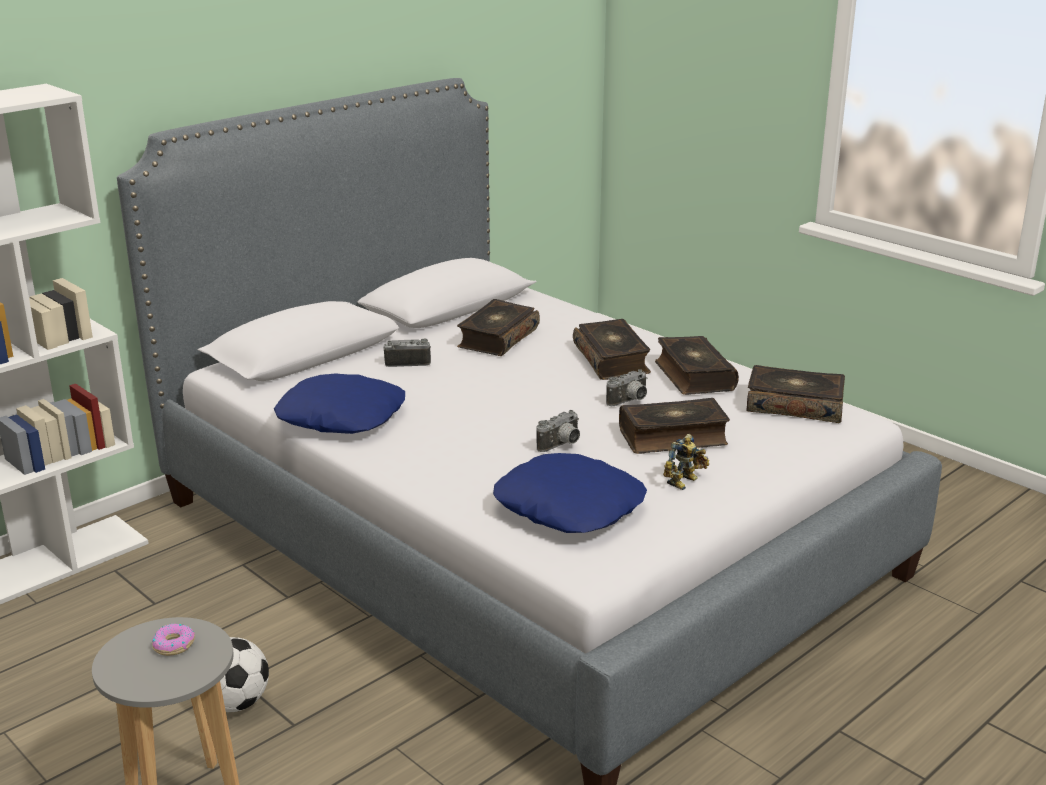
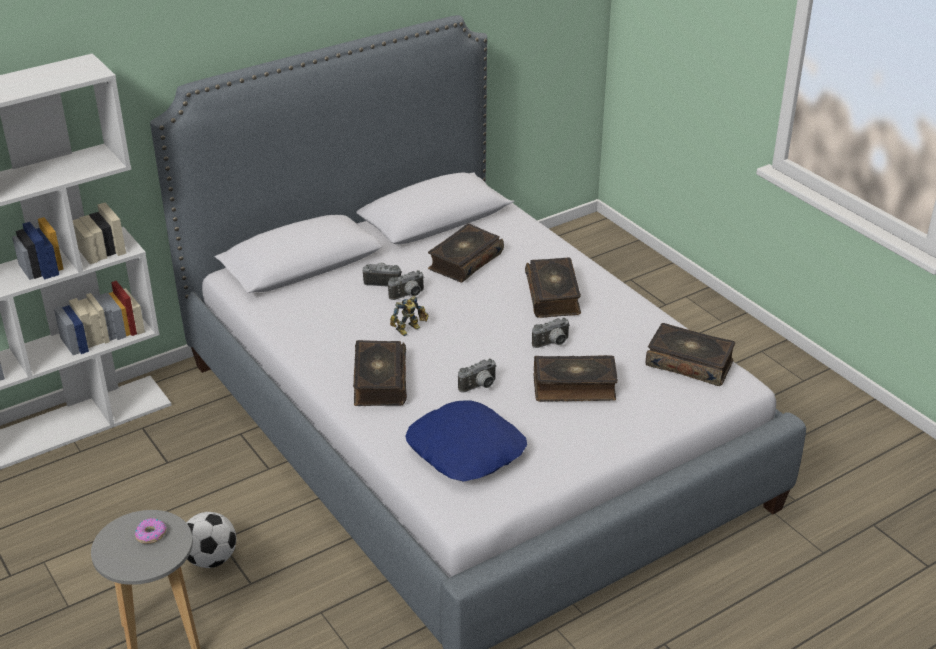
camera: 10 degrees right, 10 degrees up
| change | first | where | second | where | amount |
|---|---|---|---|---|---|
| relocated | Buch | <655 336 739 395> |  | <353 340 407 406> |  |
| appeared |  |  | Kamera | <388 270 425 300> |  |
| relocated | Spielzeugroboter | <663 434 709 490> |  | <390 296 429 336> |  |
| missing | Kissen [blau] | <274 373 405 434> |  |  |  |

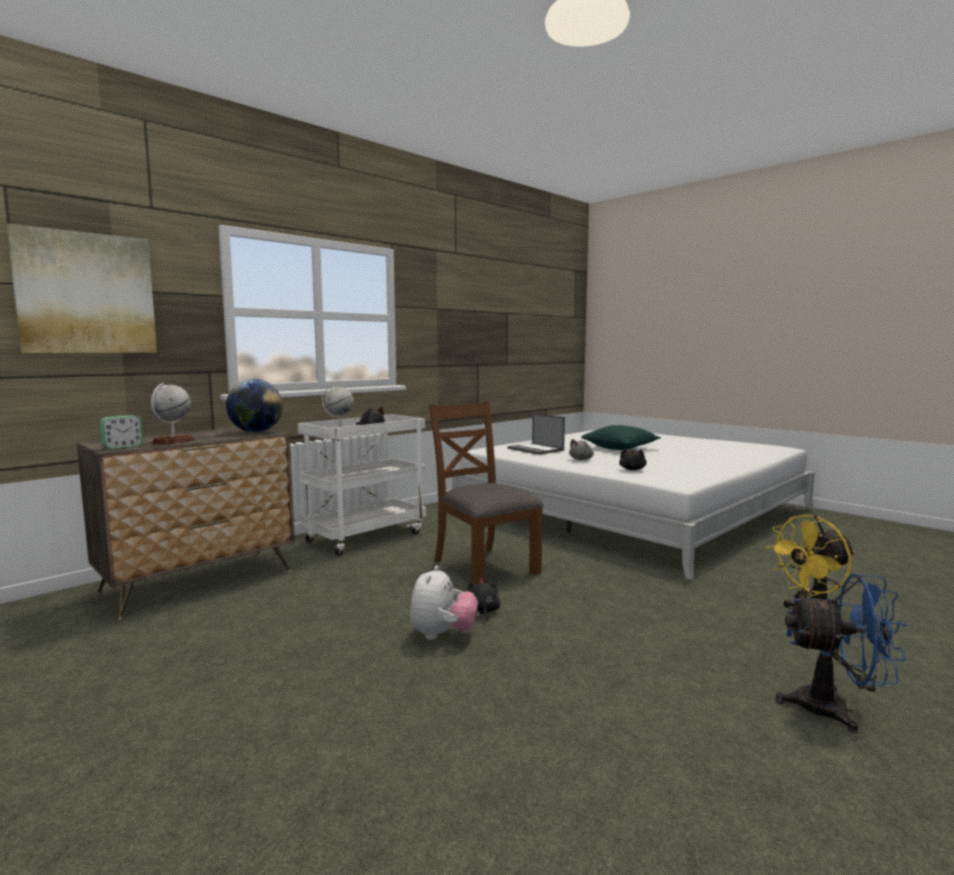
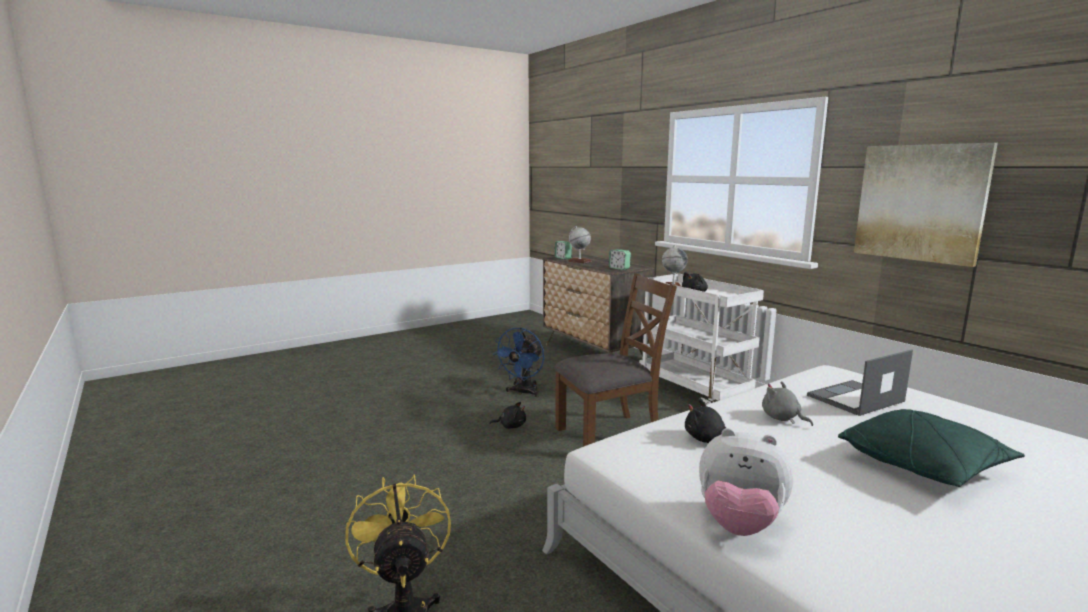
camera: 100 degrees right, 5 degrees up
| change | first | where | second | where | amount |
|---|---|---|---|---|---|
| relocated | Ventilator [blau] | <775 574 906 733> |  | <492 327 544 397> |  |
| exchanged | Globus | <226 379 283 432> | Wecker | <609 249 631 270> |  |
| relocated | Plüschtier | <410 565 478 640> |  | <699 428 793 536> |  |
| relocated | Bild | <6 223 157 353> |  | <854 143 998 267> |  |

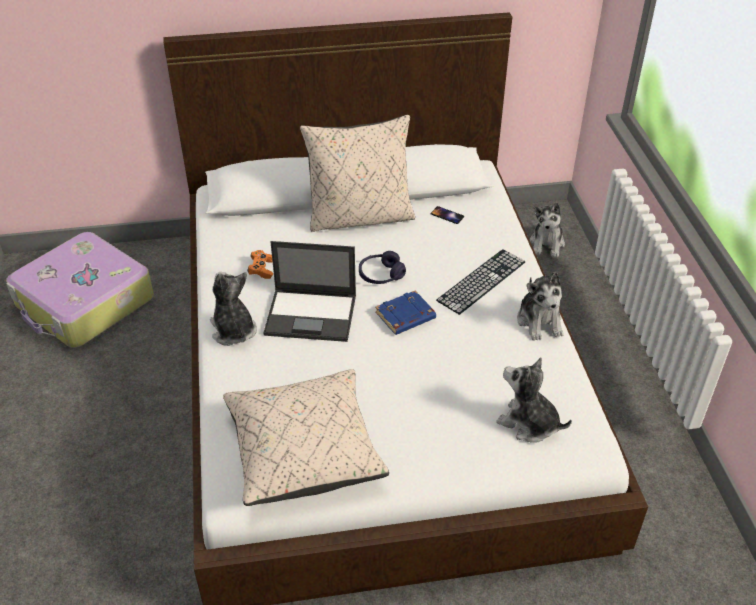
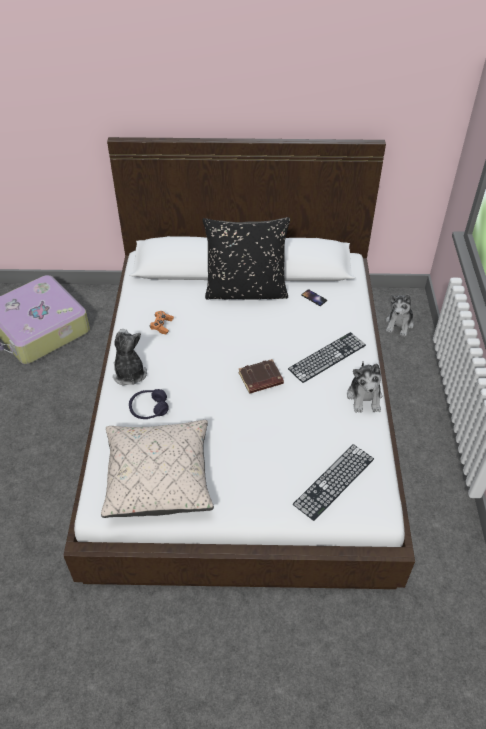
camera: 10 degrees right, 5 degrees up
| change | first | where | second | where | amount |
|---|---|---|---|---|---|
| relocated | Kopfhörer [lila] | <359 251 406 284> |  | <129 389 168 419> |  |
| colour | Kissen [beige] | <300 115 415 232> | Kissen [schwarz] | <203 217 290 300> |  |
| colour | Buch [blau] | <375 291 436 335> | Buch [braun] | <238 359 284 394> |  |
| exchanged | Plüschtier | <496 357 572 443> | Tastatur | <292 444 374 521> |  |
| missing | Laptop | <263 241 356 342> |  |  |  |

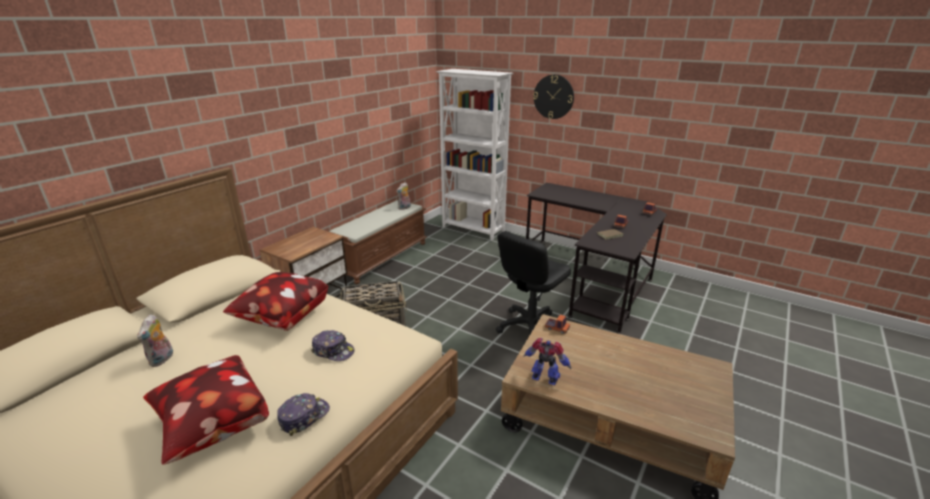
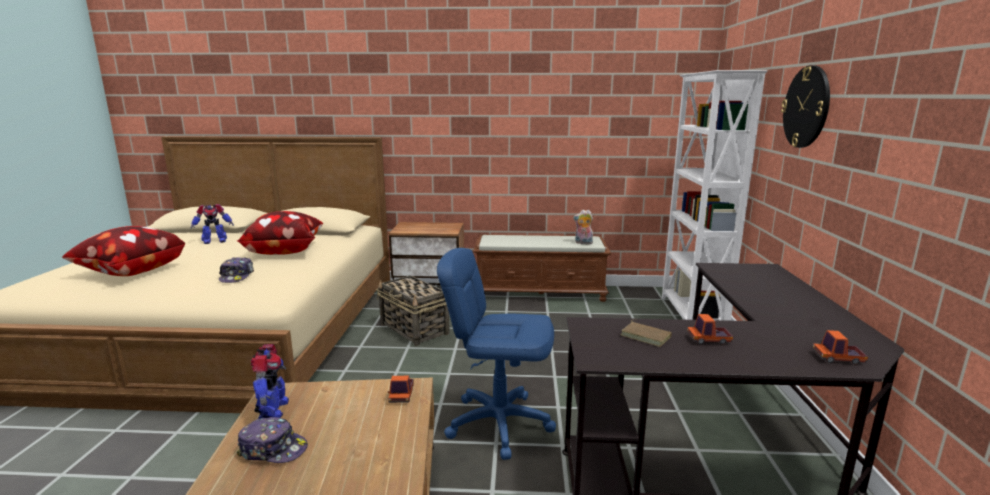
camera: 60 degrees right, 10 degrees down
| change | first | where | second | where | amount |
|---|---|---|---|---|---|
| exchanged | Plüschtier | <137 315 173 367> | Spielzeugroboter | <191 204 234 244> |  |
| relocated | Kappe | <277 393 330 436> |  | <236 417 308 463> |  |
| colour | Bürostuhl [schwarz] | <496 231 571 336> | Bürostuhl [blau] | <437 248 556 460> |  |

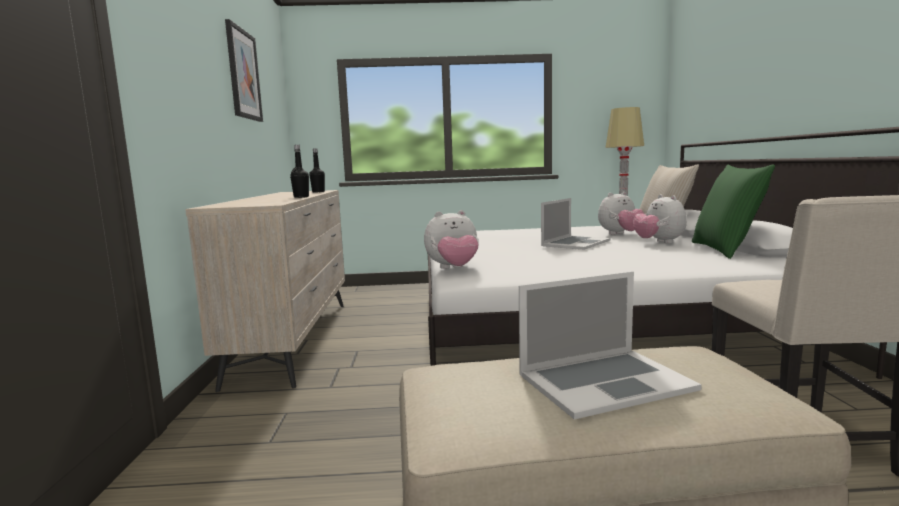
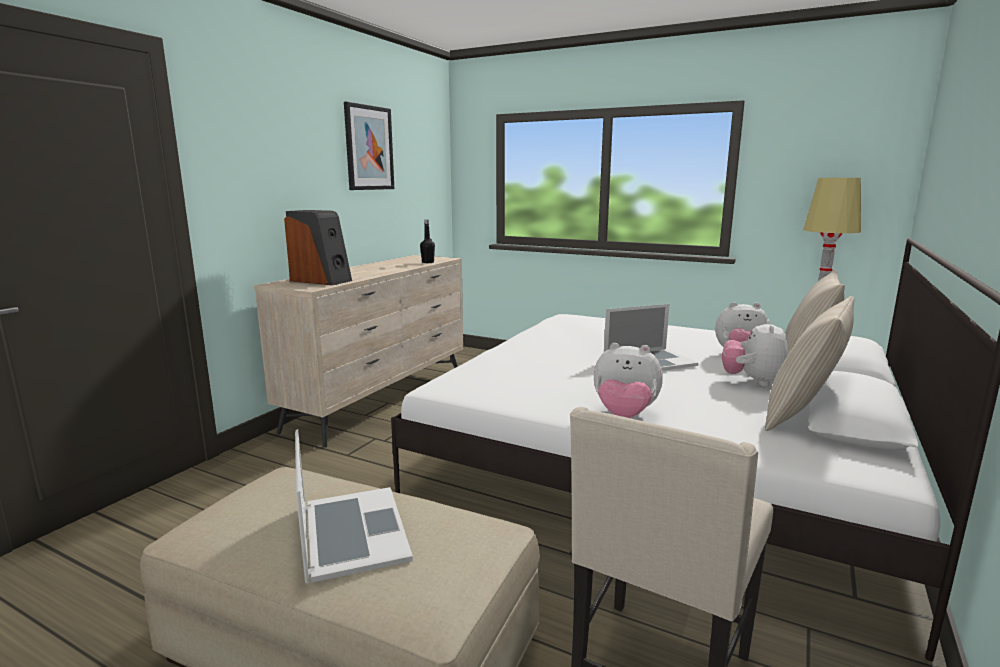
camera: 30 degrees right, 5 degrees up
| change | first | where | second | where | amount |
|---|---|---|---|---|---|
| appeared |  |  | Lautsprecher | <284 210 352 285> |  |
| spun | Laptop | <519 271 702 420> |  | <295 429 413 583> | 120 degrees counterclockwise |
| relocated | Plüschtier | <424 210 479 269> |  | <594 343 663 418> |  |
| colour | Kissen [grün] | <692 165 775 259> | Kissen [beige] | <765 296 854 431> |  |
| missing | Flasche [schwarz] | <290 145 309 198> |  |  |  |

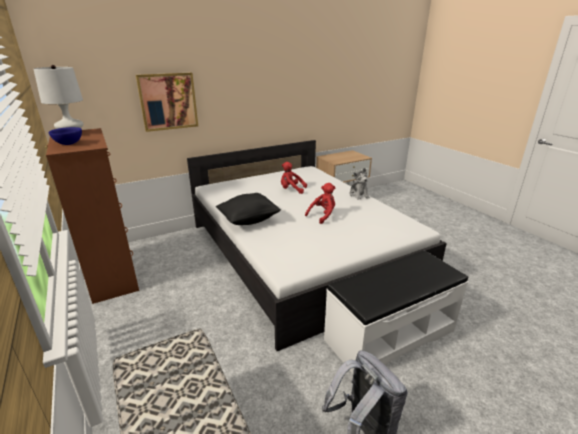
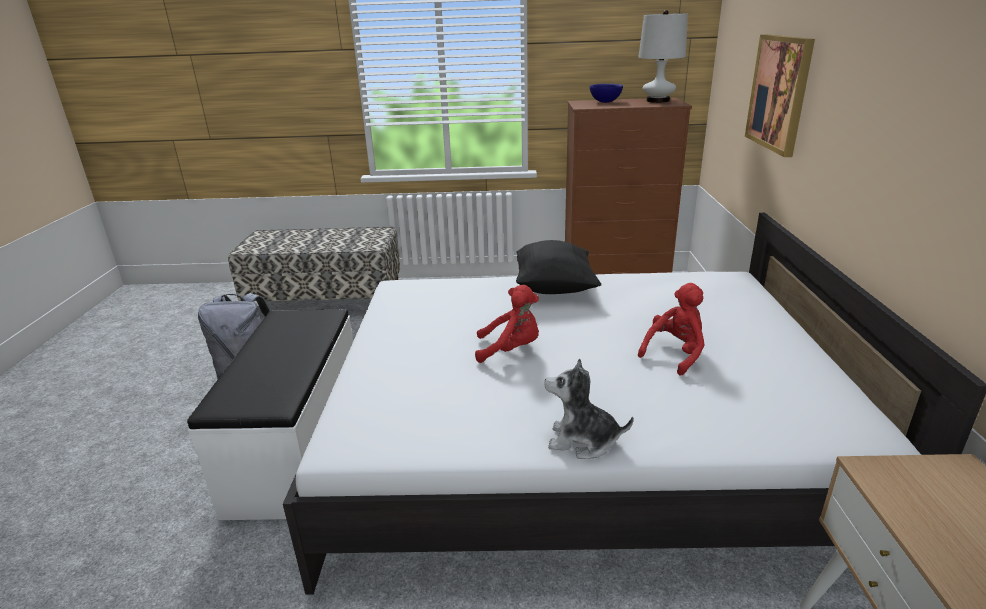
camera: 120 degrees right, 0 degrees up
| change | first | where | second | where | amount |
|---|---|---|---|---|---|
| spun | Plüschtier [rot] | <305 183 335 224> |  | <475 285 539 363> | 75 degrees counterclockwise |

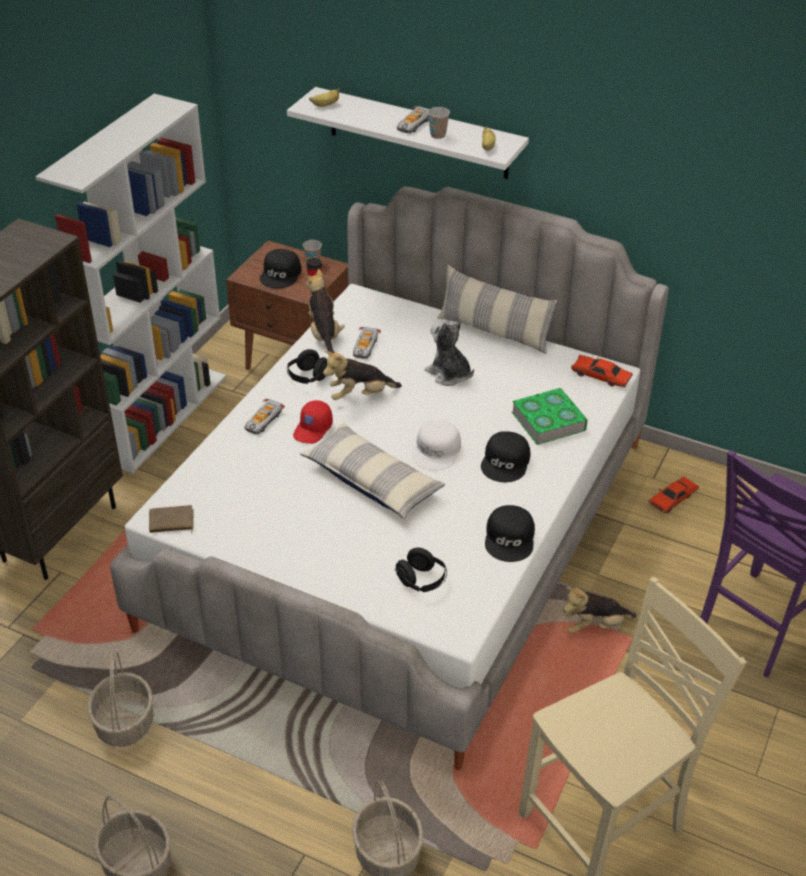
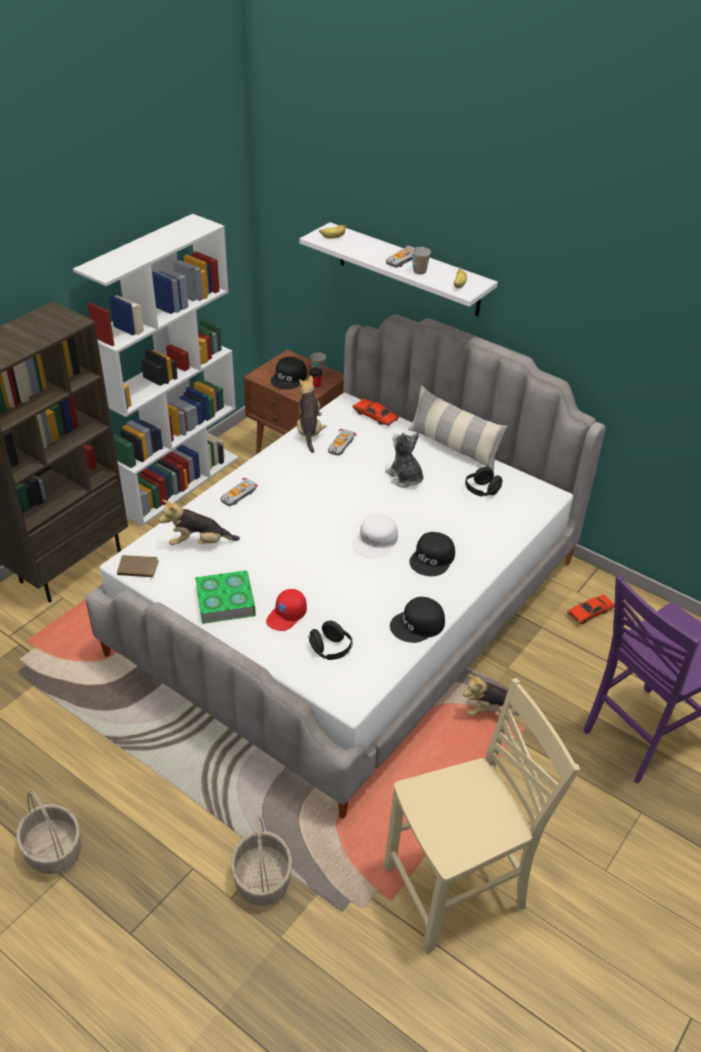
camera: 10 degrees right, 0 degrees up
| change | first | where | second | where | amount |
|---|---|---|---|---|---|
| relocated | Plüschtier | <323 351 402 400> |  | <159 500 240 545> |  |
| relocated | Buch | <512 388 588 445> |  | <195 570 256 624> |  |
| relocated | Kappe [rot] | <293 400 333 444> |  | <266 589 307 631> |  |
| relocated | Spielzeugauto [rot] | <571 355 633 387> |  | <352 399 399 427> |  |
| spun | Kappe [schwarz] | <485 505 535 562> |  | <390 597 445 643> | 45 degrees clockwise |
| relocated | Kopfhörer [schwarz] | <287 349 327 384> |  | <465 467 502 497> |  |
| missing | Korb | <87 651 154 747> |  |  |  |
| missing | Kissen | <299 423 446 519> |  |  |  |

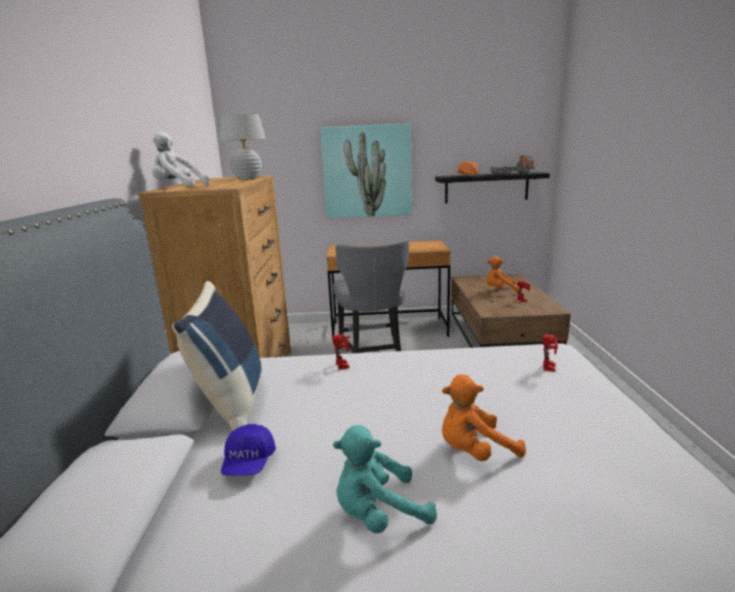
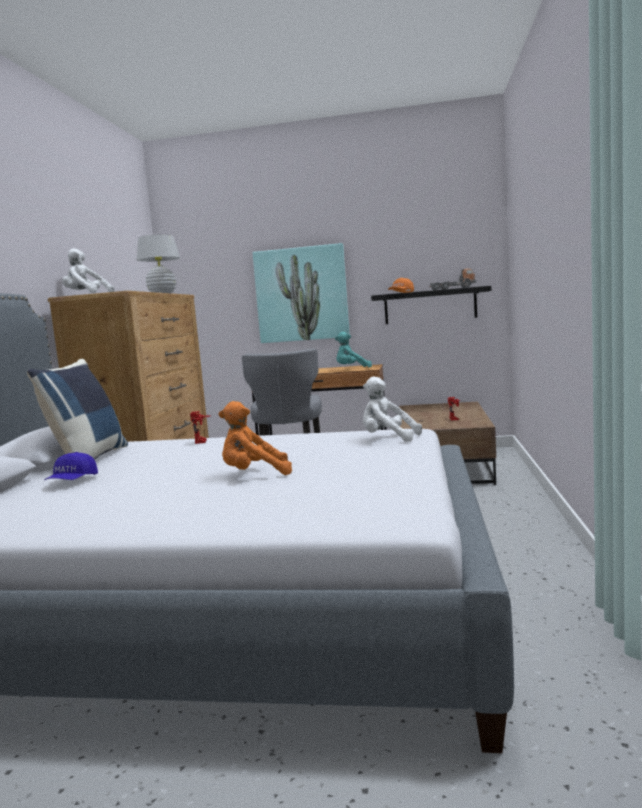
camera: 10 degrees right, 10 degrees down
| change | first | where | second | where | amount |
|---|---|---|---|---|---|
| relocated | Plüschtier [türkis] | <333 425 437 534> |  | <335 332 372 367> |  |
| exchanged | Spielzeugroboter | <543 334 566 372> | Plüschtier [weiß] | <363 376 422 442> |  |
| missing | Plüschtier [orange] | <487 256 519 293> |  |  |  |

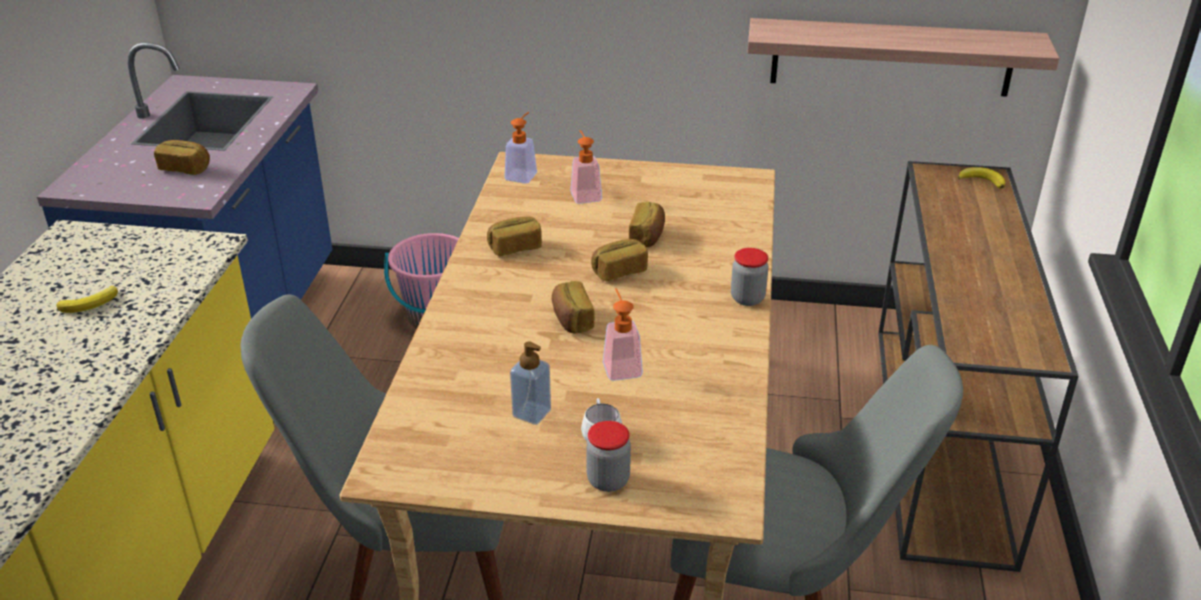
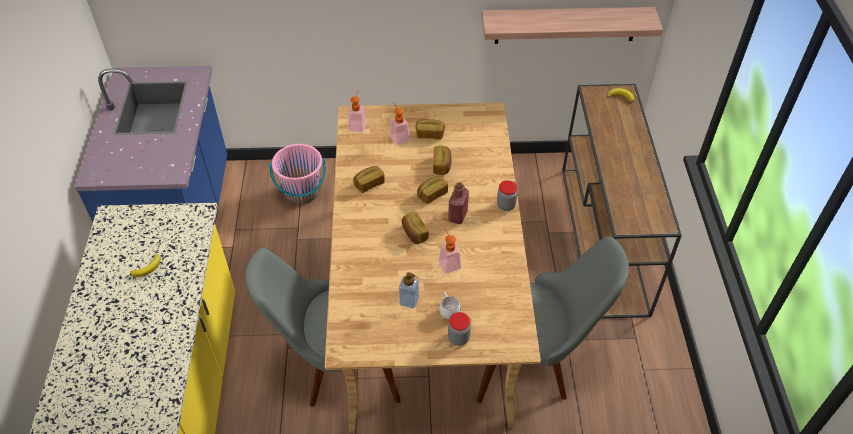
camera: 10 degrees left, 15 degrees up
| change | first | where | second | where | amount |
|---|---|---|---|---|---|
| relocated | Brot | <154 140 210 175> |  | <416 119 445 140> |  |
| appeared |  |  | Flasche [rot] | <448 182 469 224> |  |

